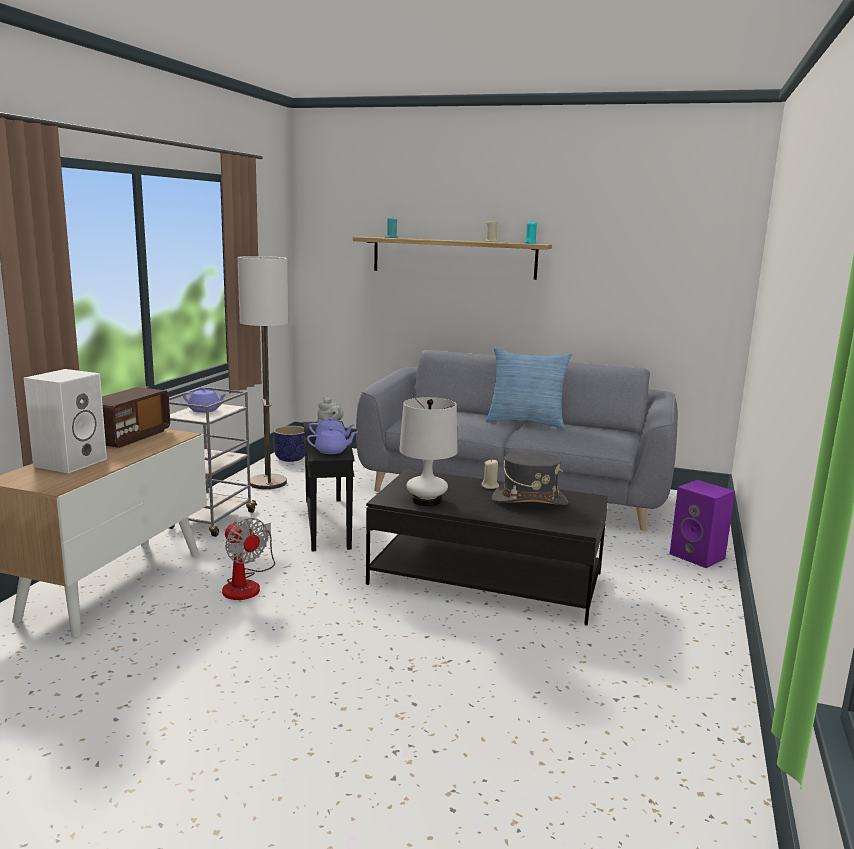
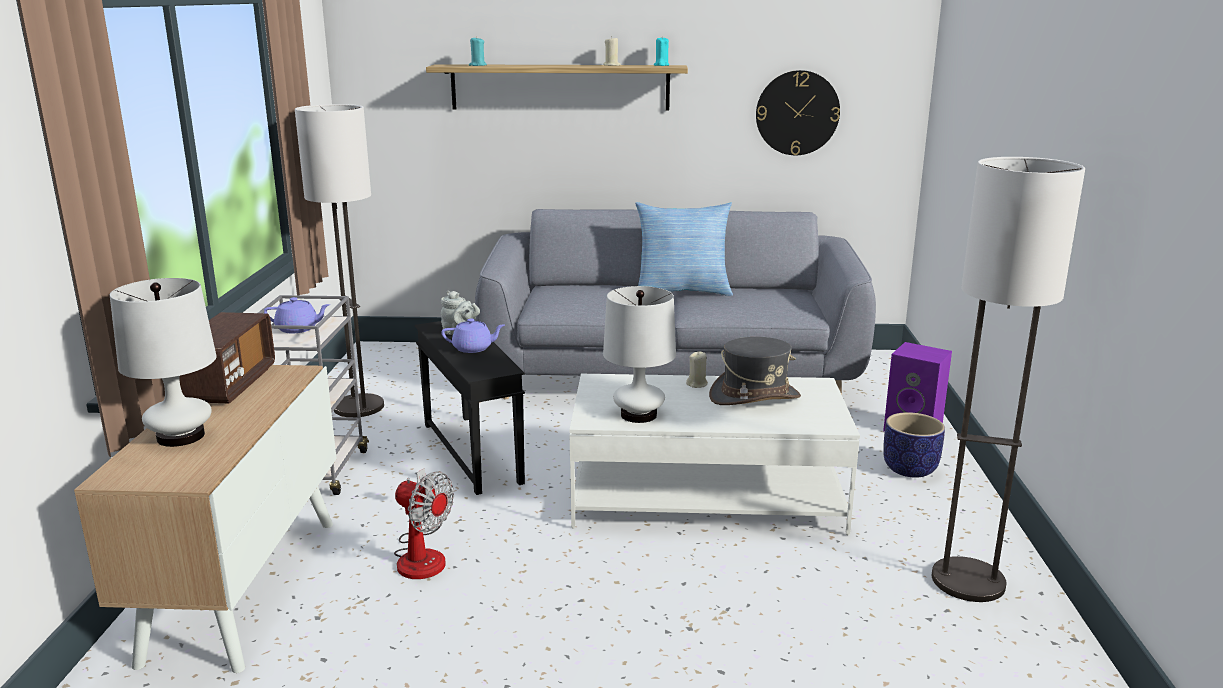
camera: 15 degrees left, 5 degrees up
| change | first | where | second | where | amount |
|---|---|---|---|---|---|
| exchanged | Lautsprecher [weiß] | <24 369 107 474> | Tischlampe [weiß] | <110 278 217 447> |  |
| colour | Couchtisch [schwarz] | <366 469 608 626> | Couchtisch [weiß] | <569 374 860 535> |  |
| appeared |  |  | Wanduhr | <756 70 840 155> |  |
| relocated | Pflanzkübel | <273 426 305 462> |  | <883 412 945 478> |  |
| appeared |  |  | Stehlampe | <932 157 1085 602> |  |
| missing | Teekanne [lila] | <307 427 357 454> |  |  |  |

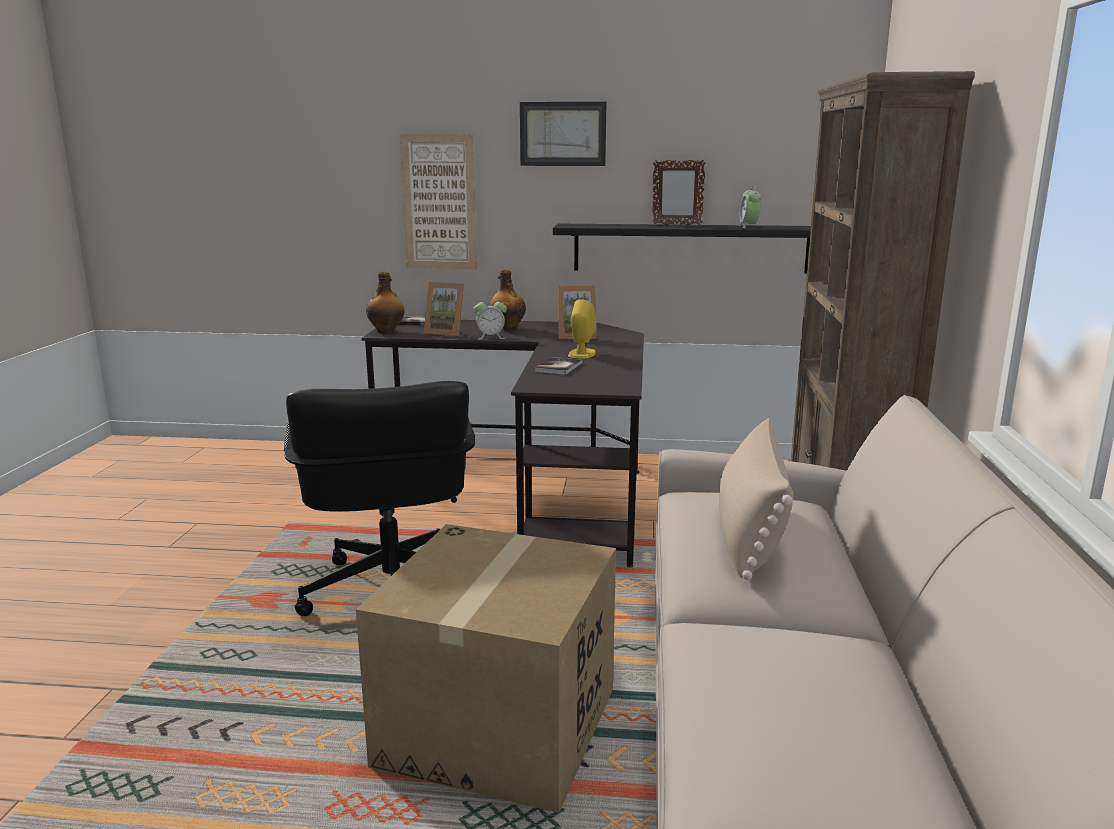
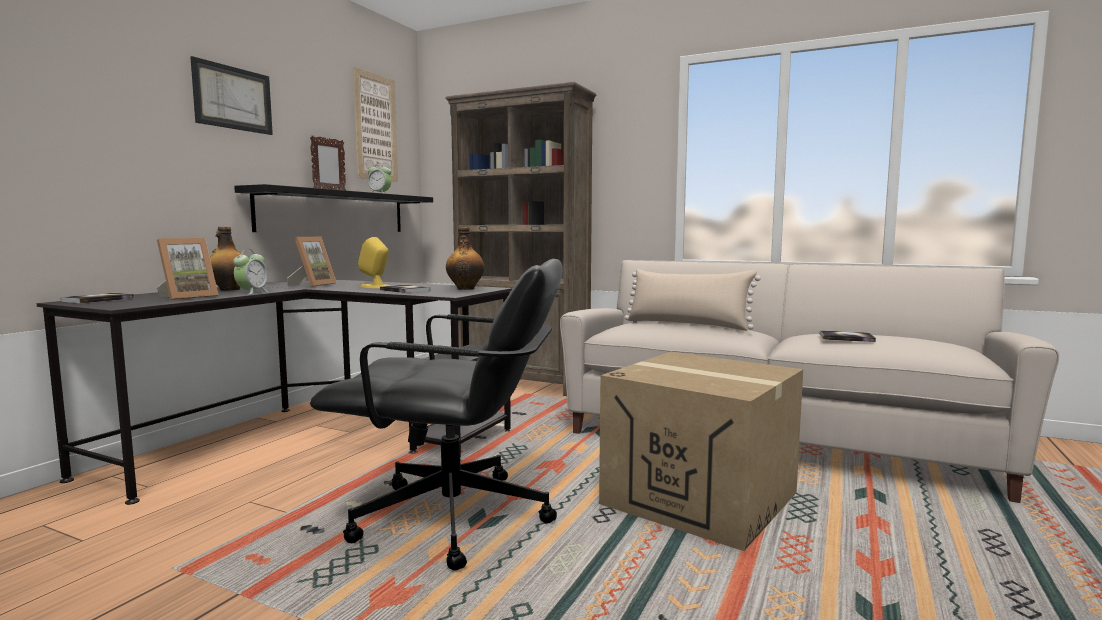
camera: 70 degrees left, 10 degrees down
| change | first | where | second | where | amount |
|---|---|---|---|---|---|
| relocated | Bild | <400 134 477 269> |  | <353 67 398 182> |  |
| relocated | Flasche | <366 272 404 334> |  | <446 227 484 290> |  |
| appeared |  |  | Buch | <820 330 876 342> |  |

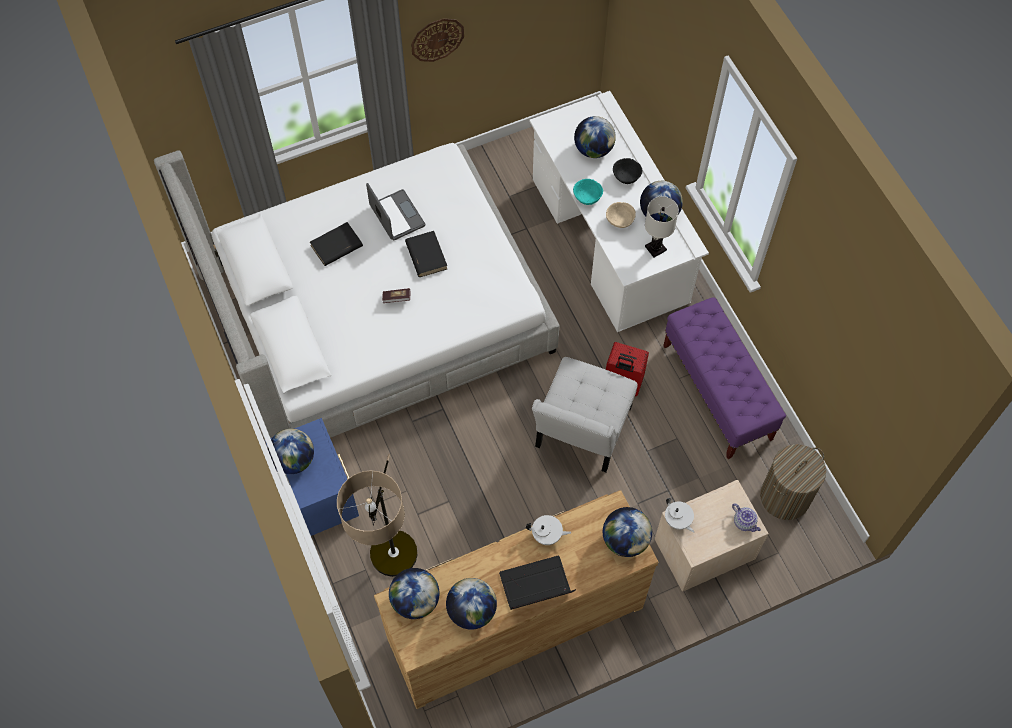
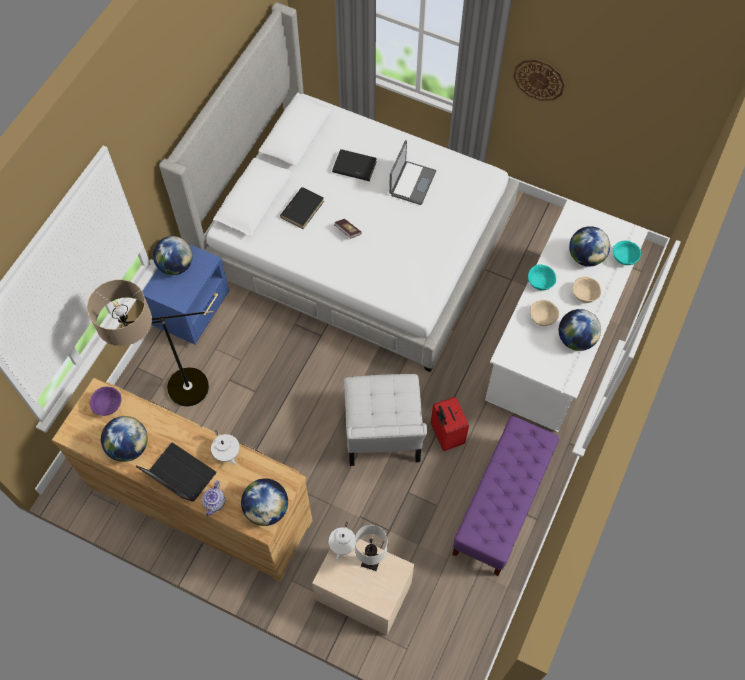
camera: 50 degrees right, 0 degrees up
| change | first | where | second | where | amount |
|---|---|---|---|---|---|
| exchanged | Globus | <389 568 440 619> | Schüssel [lila] | <90 386 122 416> |  |
| relocated | Teekanne | <732 503 761 532> |  | <202 480 225 516> |  |
| relocated | Buch [schwarz] | <405 231 447 277> |  | <280 187 324 229> |  |
| spun | Stuhl [weiß] | <532 357 638 472> |  | <344 374 427 466> | 75 degrees counterclockwise |
| relocated | Tischlampe [weiß] | <645 196 679 257> |  | <355 525 387 571> |  |
| colour | Schüssel [schwarz] | <613 158 642 184> | Schüssel [beige] | <573 277 601 303> |  |
| appeared |  |  | Schüssel [türkis] | <613 241 641 265> |  |
| missing | Wäschekorb | <760 444 826 520> |  |  |  |

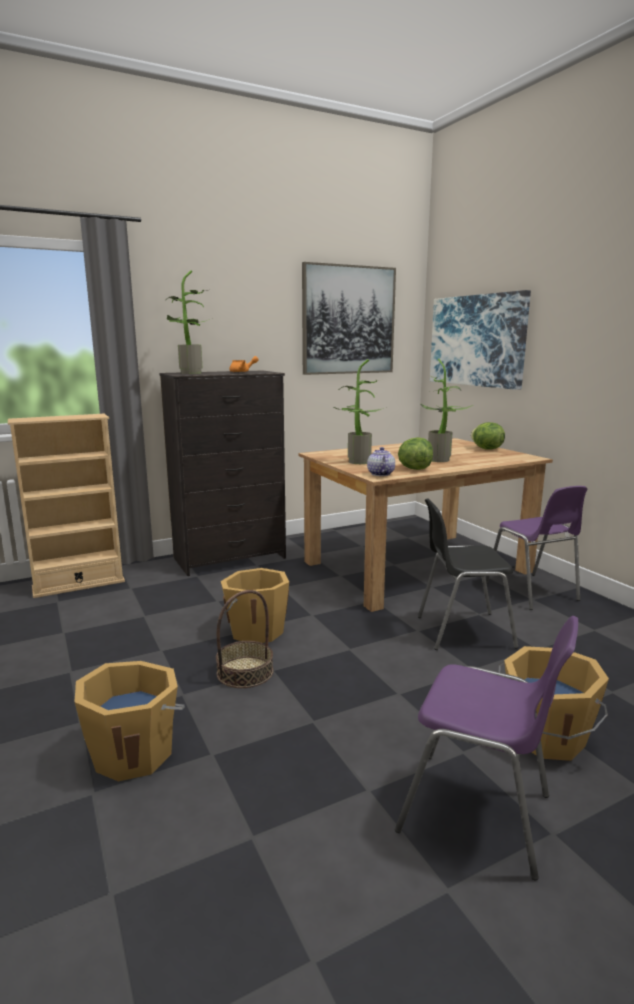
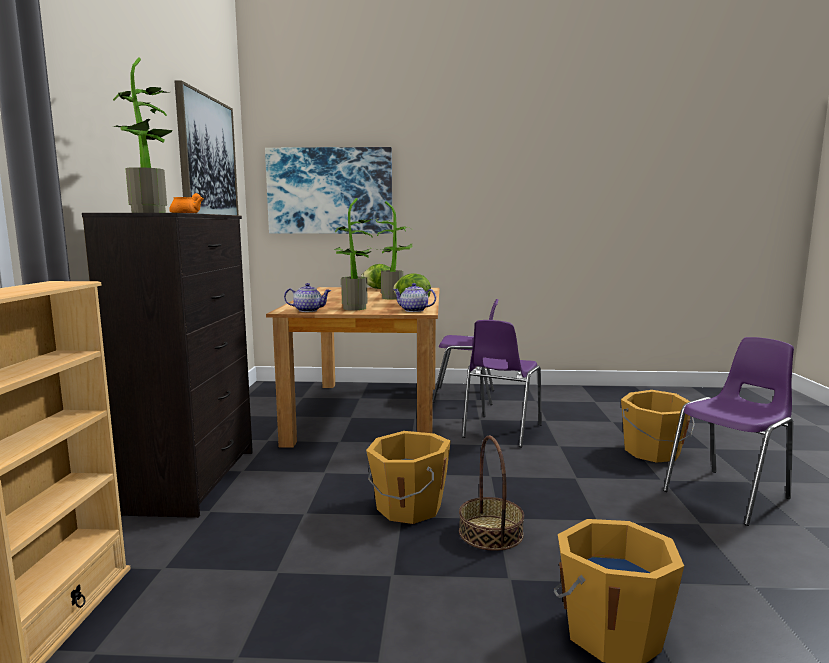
camera: 60 degrees left, 5 degrees down
| change | first | where | second | where | amount |
|---|---|---|---|---|---|
| appeared |  |  | Teekanne | <284 283 331 312> |  |
| colour | Stuhl [schwarz] | <418 498 518 650> | Stuhl [lila] | <462 320 542 448> |  |

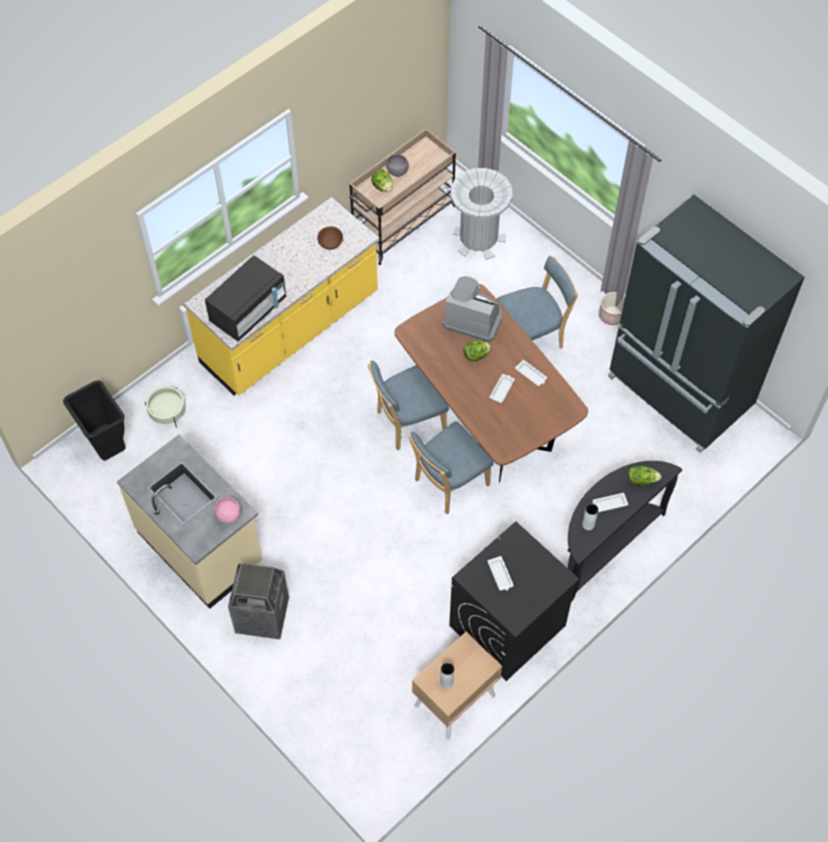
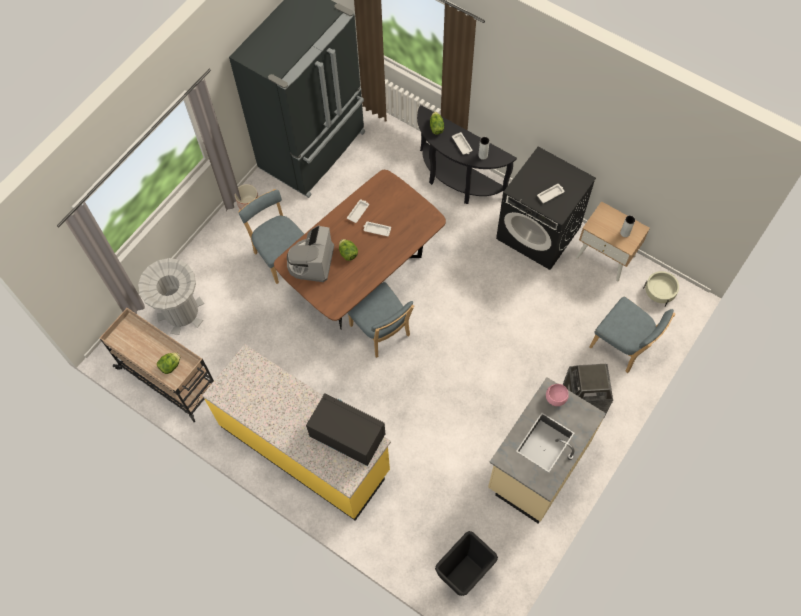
camera: 100 degrees left, 5 degrees up
| change | first | where | second | where | amount |
|---|---|---|---|---|---|
| relocated | Stuhl [blau] | <408 421 494 515> |  | <589 297 675 373> |  |
| relocated | Pflanzkübel [beige] | <145 386 186 427> |  | <643 271 679 307> |  |
| missing | Schüssel [braun] | <317 226 343 250> |  |  |  |
| missing | Schüssel [grau] | <386 154 409 177> |  |  |  |

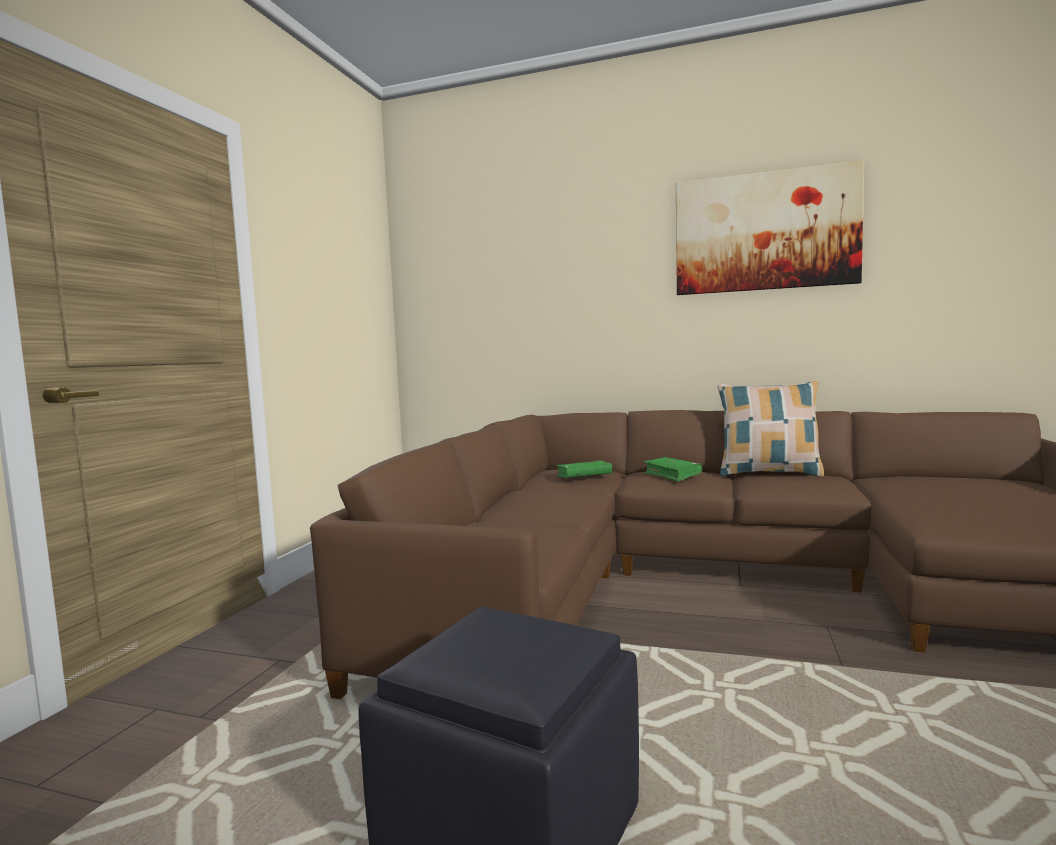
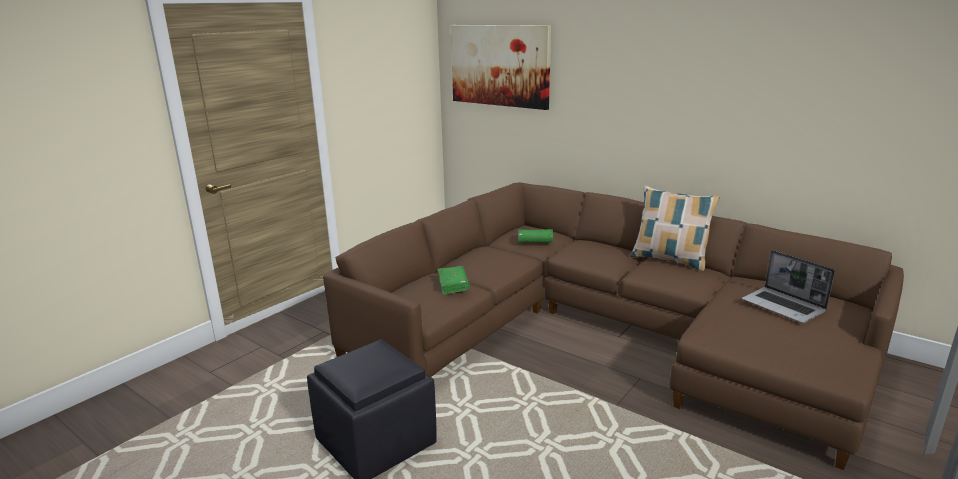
camera: 20 degrees right, 15 degrees up
| change | first | where | second | where | amount |
|---|---|---|---|---|---|
| relocated | Buch [grün] | <643 457 702 482> |  | <437 266 470 295> |  |
| relocated | Bild | <676 160 864 295> |  | <451 25 551 110> |  |
| appeared |  |  | Laptop | <742 250 835 323> |  |

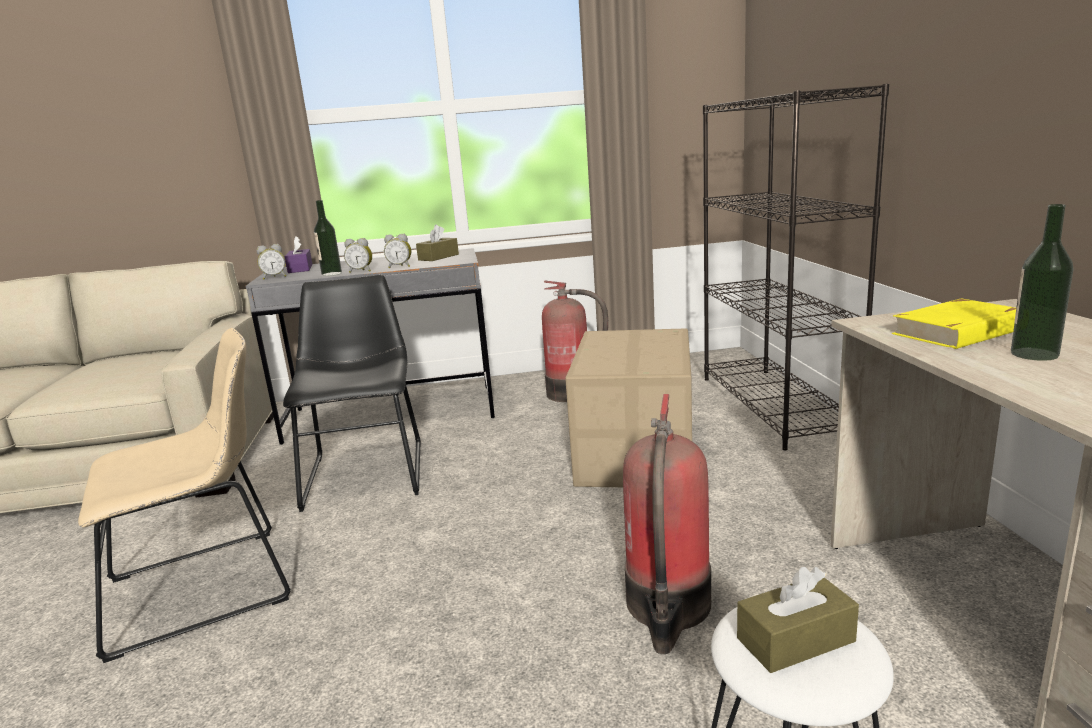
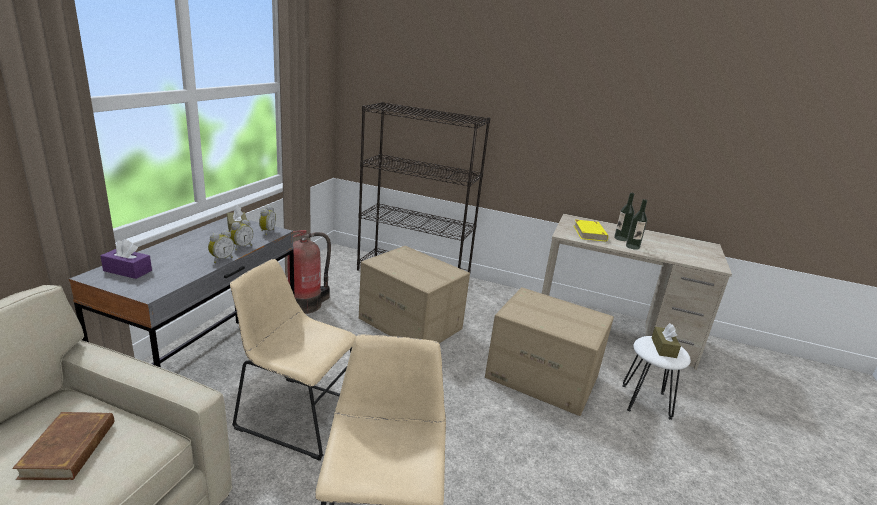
camera: 65 degrees left, 5 degrees up
| change | first | where | second | where | amount |
|---|---|---|---|---|---|
| appeared |  |  | Buch [braun] | <12 412 114 480> |  |
| colour | Stuhl [schwarz] | <283 275 421 512> | Stuhl [beige] | <230 259 357 461> |  |
| relocated | Wecker | <257 244 286 279> |  | <259 205 276 235> |  |
| exchanged | Feuerlöscher | <623 394 711 654> | Karton | <485 287 614 416> |  |
| relocated | Flasche | <314 200 342 276> |  | <626 199 647 250> |  |

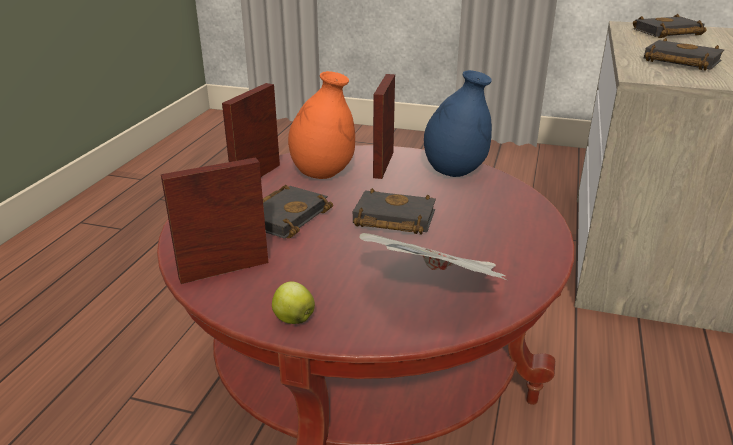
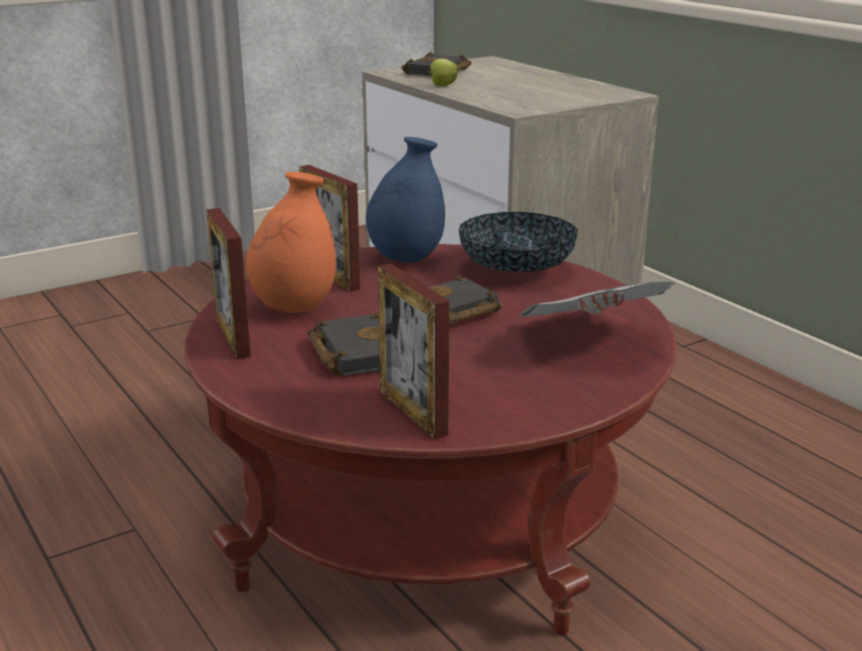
camera: 50 degrees left, 5 degrees down
| change | first | where | second | where | amount |
|---|---|---|---|---|---|
| spun | Bilderrahmen | <161 157 268 284> |  | <378 263 450 439> | 45 degrees counterclockwise |
| relocated | Apfel | <272 281 315 324> |  | <428 59 458 86> |  |
| appeared |  |  | Schüssel | <459 212 578 272> |  |
| missing | Buch [schwarz] | <644 38 724 71> |  |  |  |

